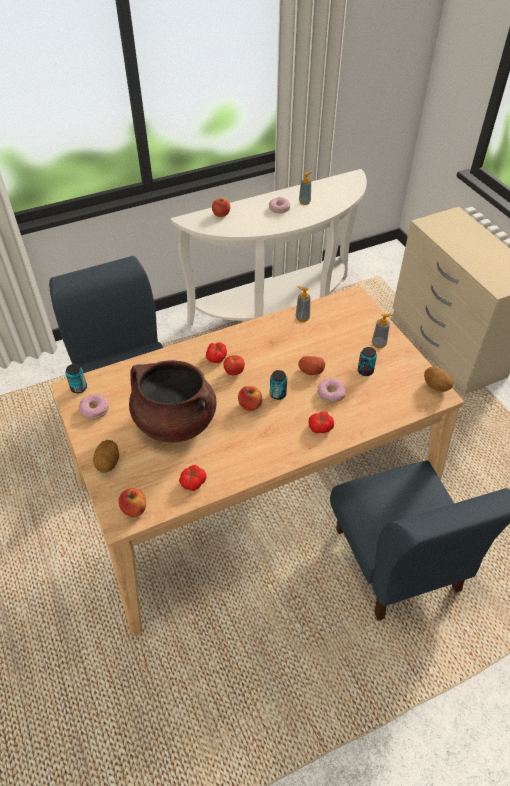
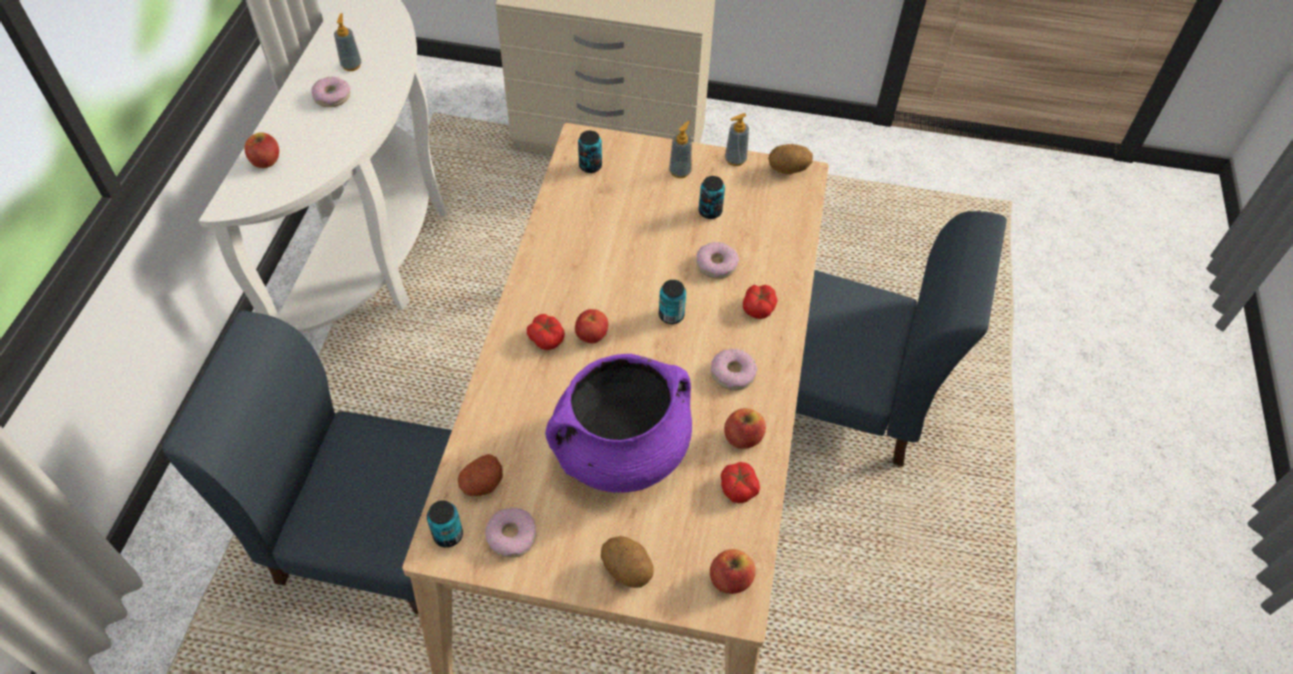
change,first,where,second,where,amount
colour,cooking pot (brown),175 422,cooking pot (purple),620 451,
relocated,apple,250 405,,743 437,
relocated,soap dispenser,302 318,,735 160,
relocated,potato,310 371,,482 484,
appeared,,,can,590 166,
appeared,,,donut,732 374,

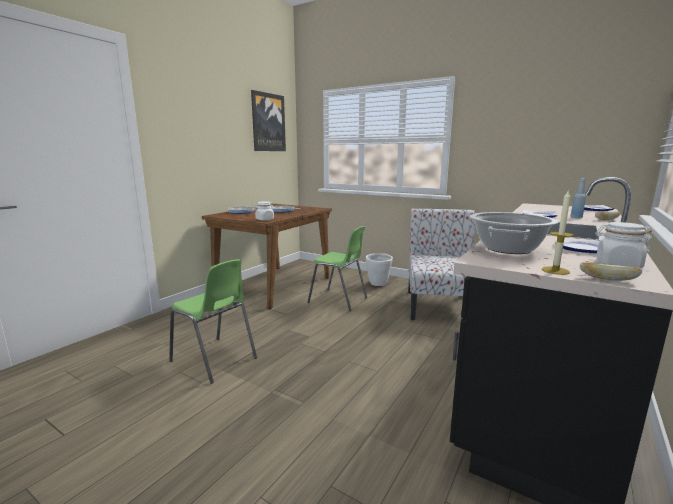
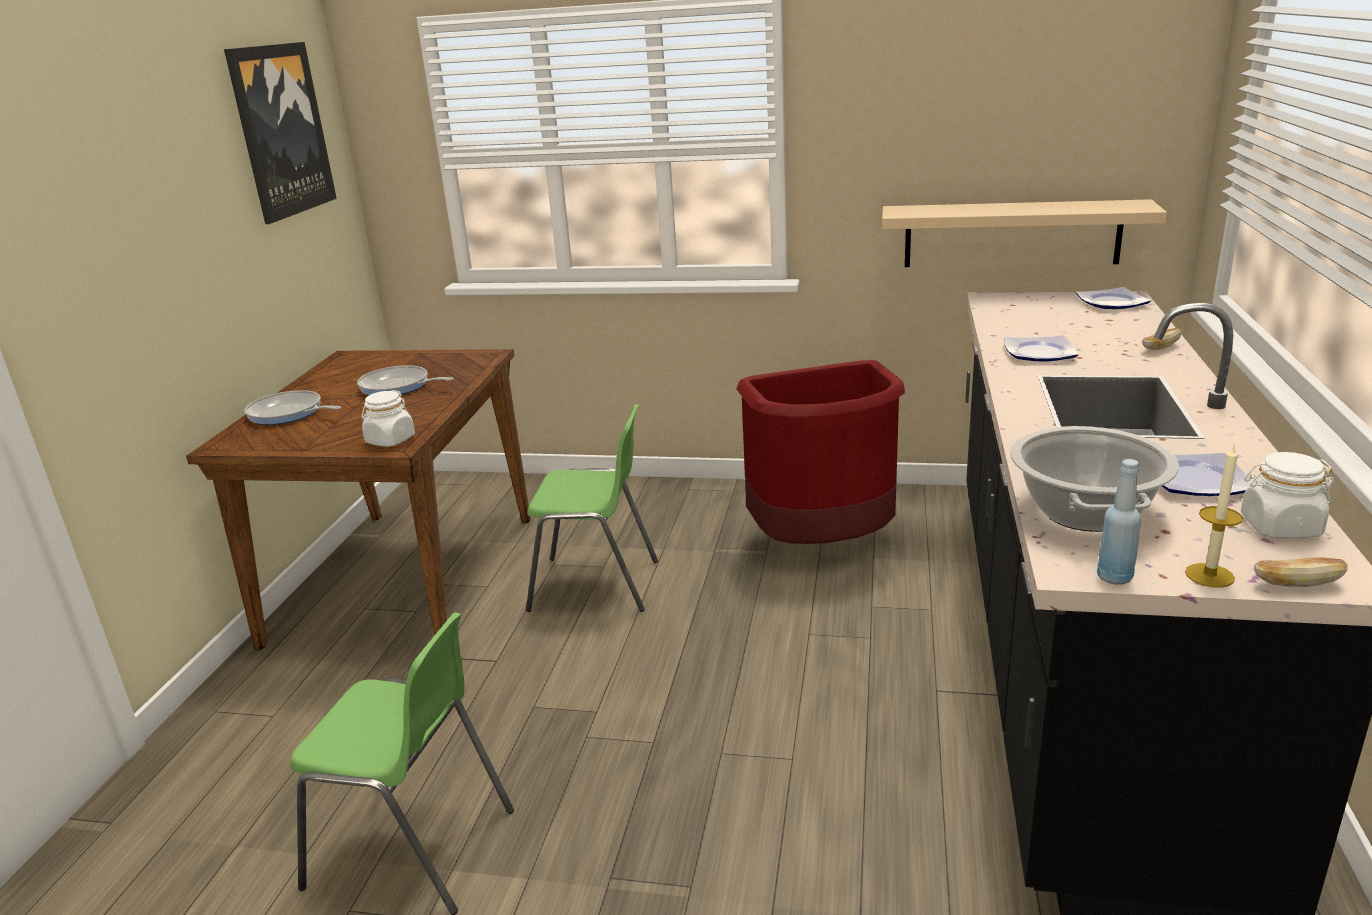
change,first,where,second,where,amount
missing,planter (white),378 284,,,
exchanged,chair,440 305,trash can (red),824 543,
relocated,bottle (blue),576 217,,1114 577,
appeared,,,shelf (beige),1011 234,

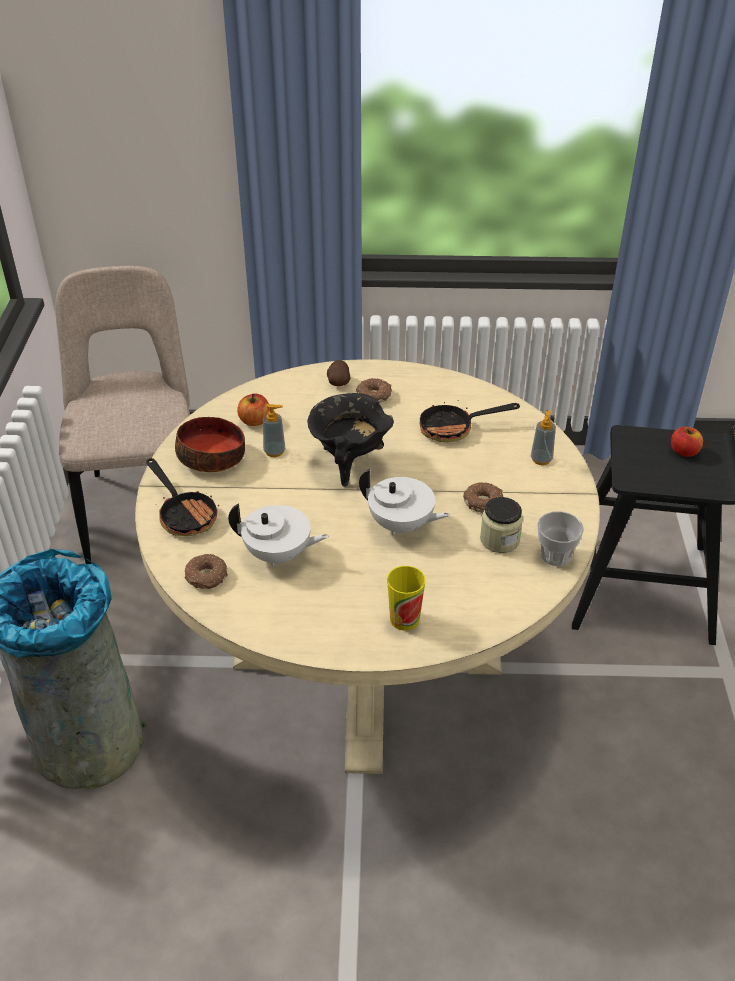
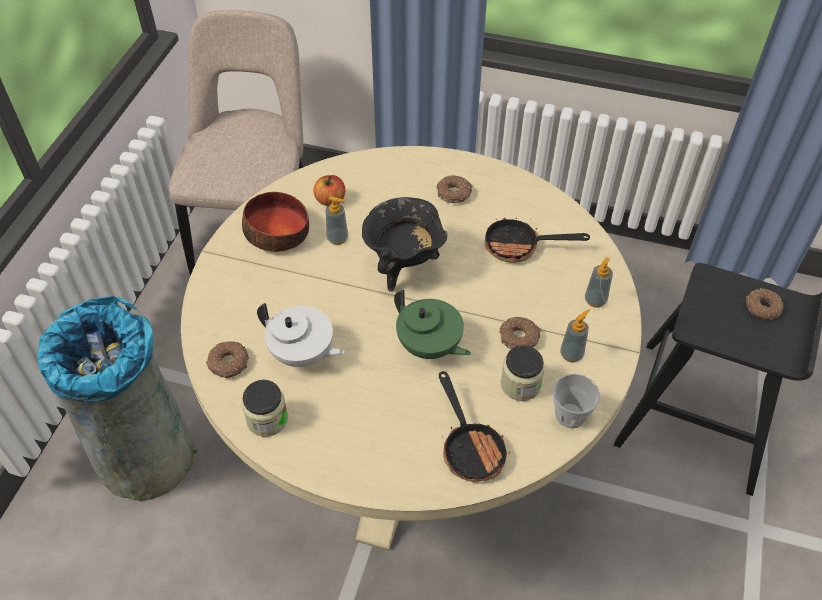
change,first,where,second,where,amount
relocated,frying pan,185 514,,470 447,
missing,potato,338 382,,,
colour,teapot (white),401 525,teapot (green),429 347,
missing,cup,404 619,,,
exchanged,apple,684 451,donut,762 308,
appeared,,,jar,267 419,
appeared,,,soap dispenser,571 354,

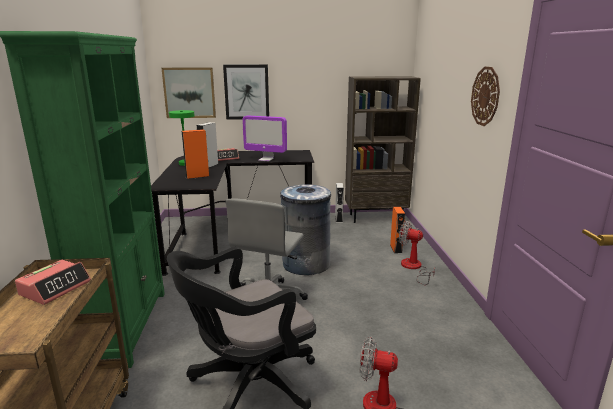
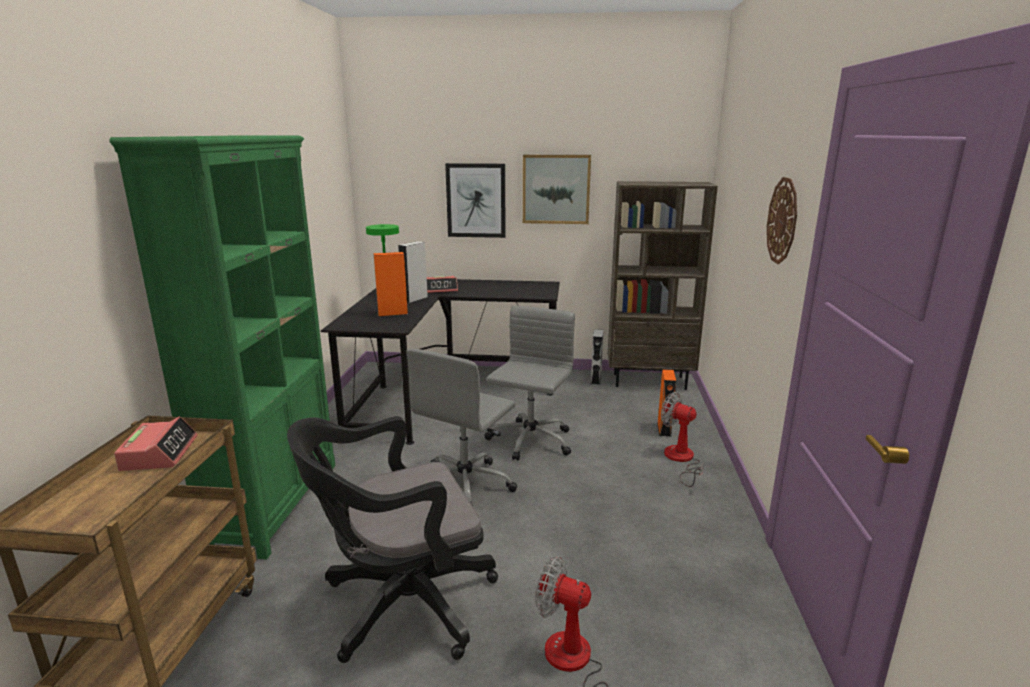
change,first,where,second,where,amount
spun,alarm clock,55 288,,159 453,45 degrees counterclockwise
relocated,picture,189 93,,556 189,
missing,monitor,266 159,,,
exchanged,trash can (grey),306 264,office chair (grey),529 441,

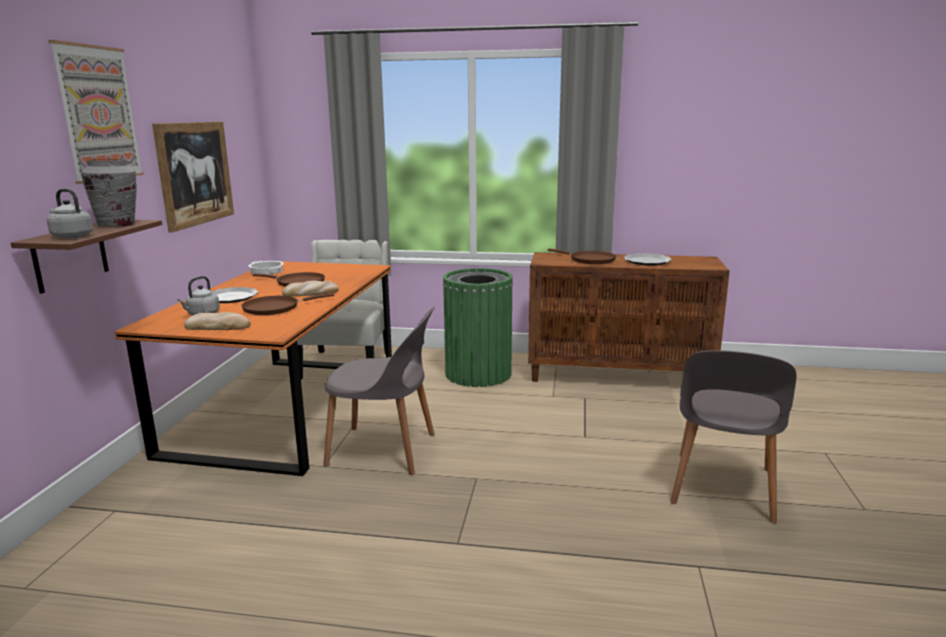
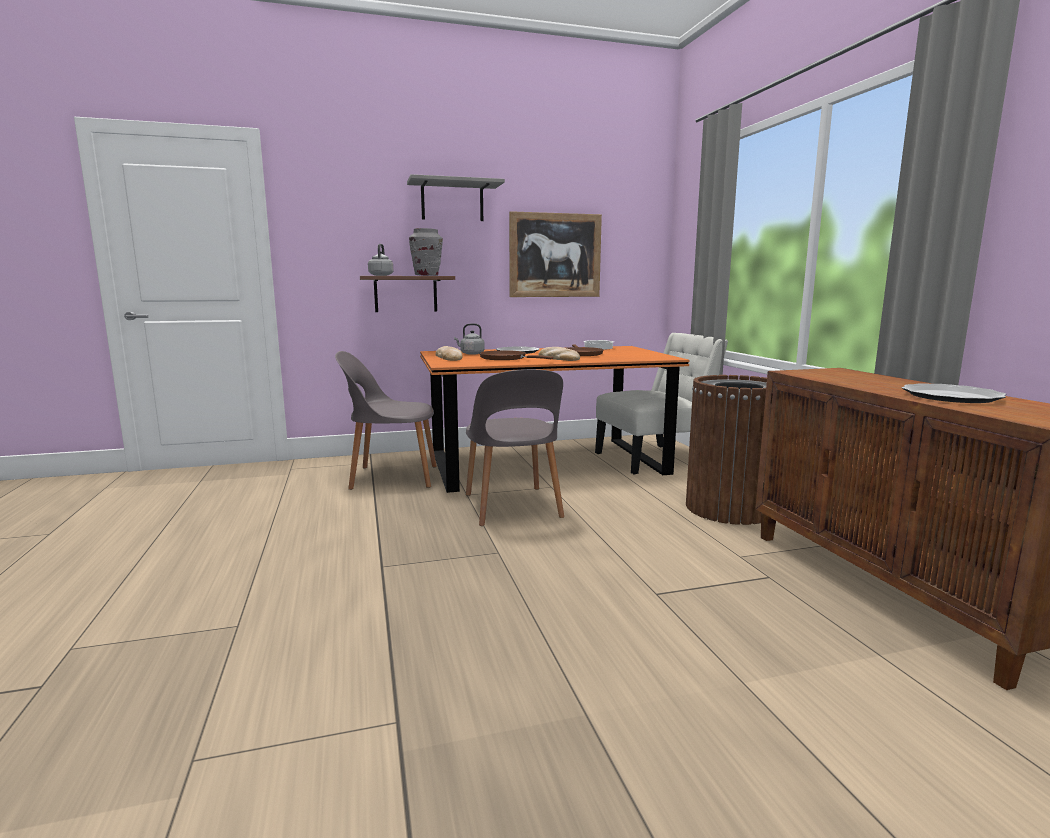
change,first,where,second,where,amount
exchanged,picture,98 113,shelf (grey),452 201,
colour,trash can (green),478 373,trash can (brown),729 508,
missing,frying pan (brown),589 260,,,
relocated,chair (grey),722 488,,391 477,

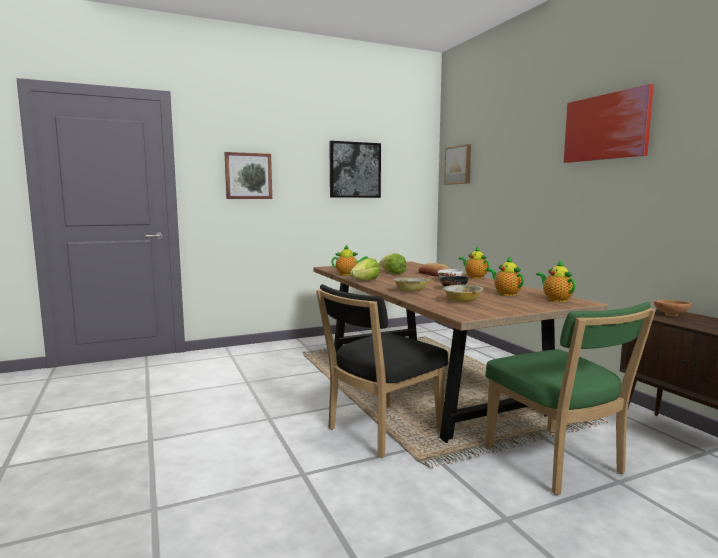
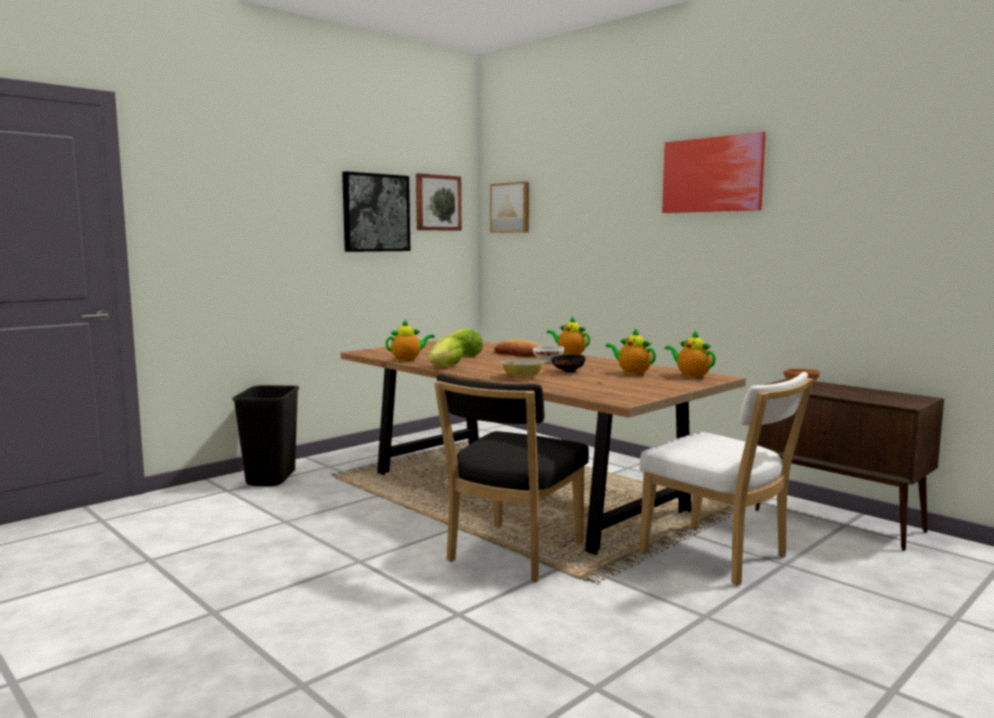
change,first,where,second,where,amount
relocated,picture,248 176,,437 203,
missing,bowl,462 301,,,
colour,chair (green),557 463,chair (white),719 557,
appeared,,,trash can (black),270 478,

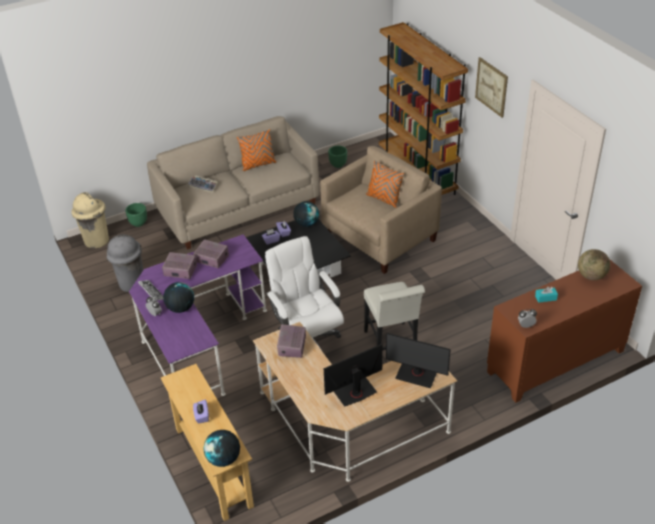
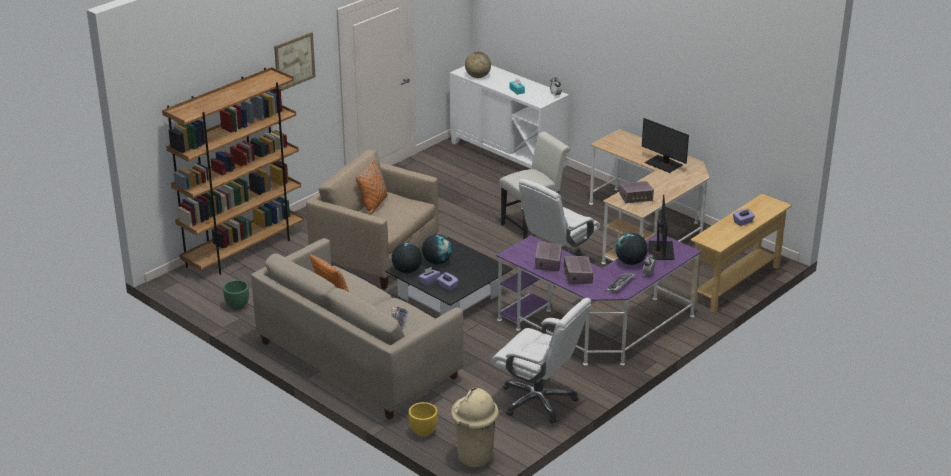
change,first,where,second,where,amount
exchanged,trash can (grey),131 283,office chair (white),539 401,
colour,planter (green),138 223,planter (yellow),423 432,
relocated,globe,224 459,,437 262,
relocated,monitor,416 374,,660 251,
colour,cabinet (brown),556 362,cabinet (white),508 154,

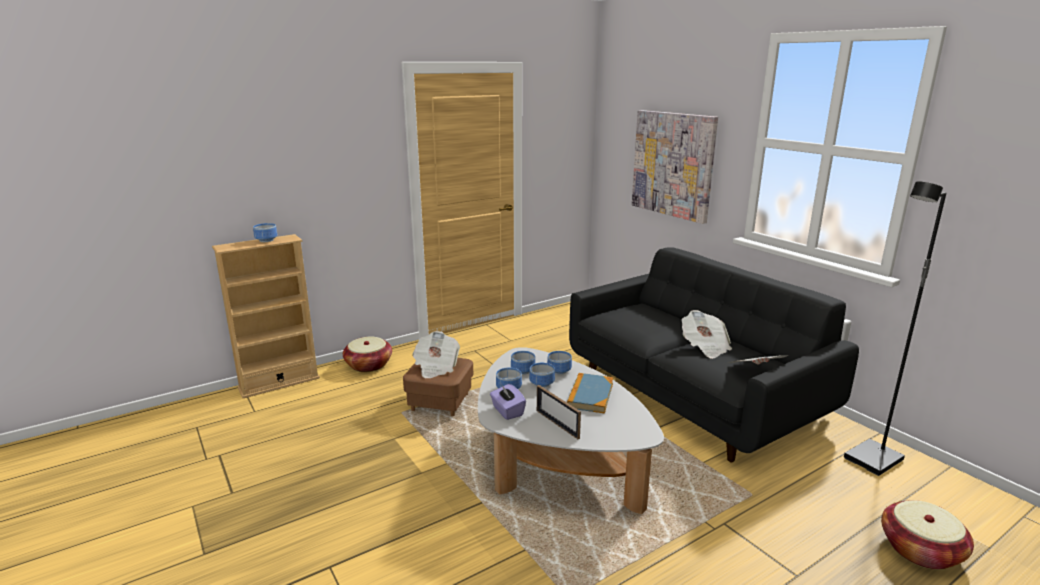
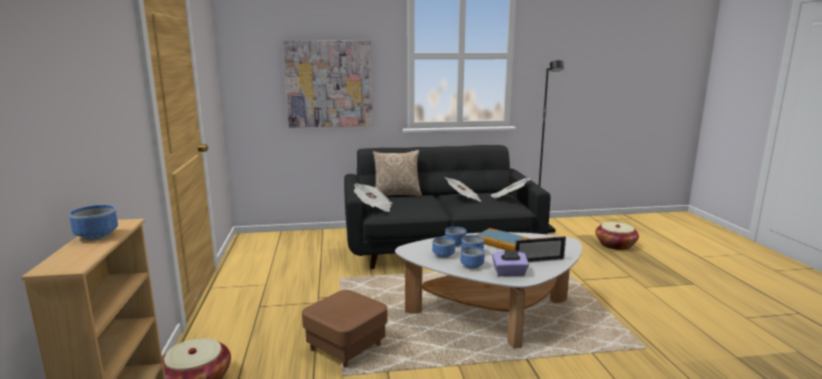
change,first,where,second,where,amount
relocated,newspaper,436 367,,374 207,
appeared,,,pillow,397 195,

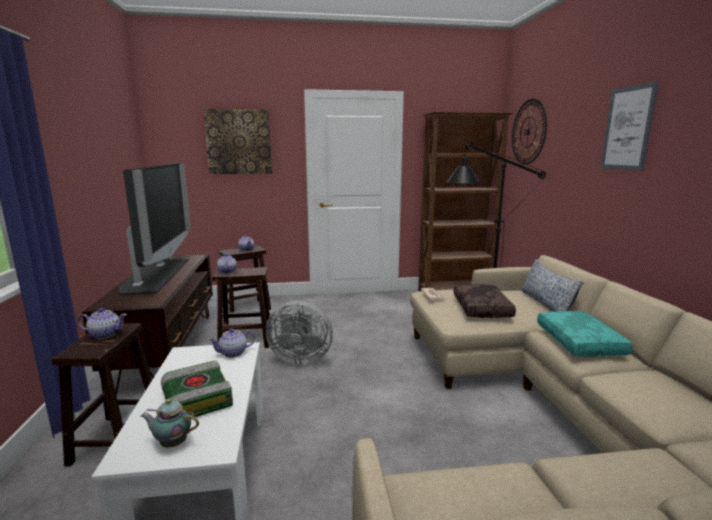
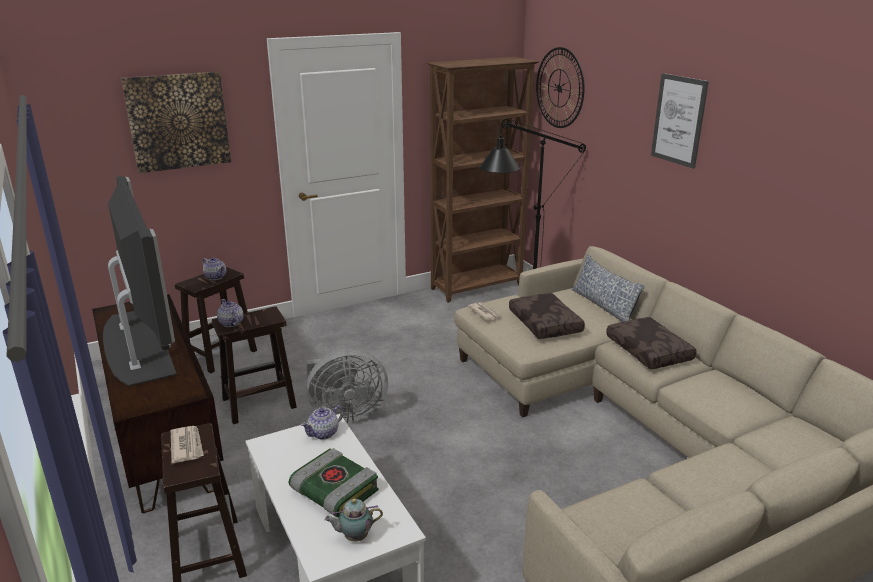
change,first,where,second,where,amount
exchanged,teapot,105 334,newspaper,187 446,
colour,pillow (turquoise),580 342,pillow (brown),650 351,

